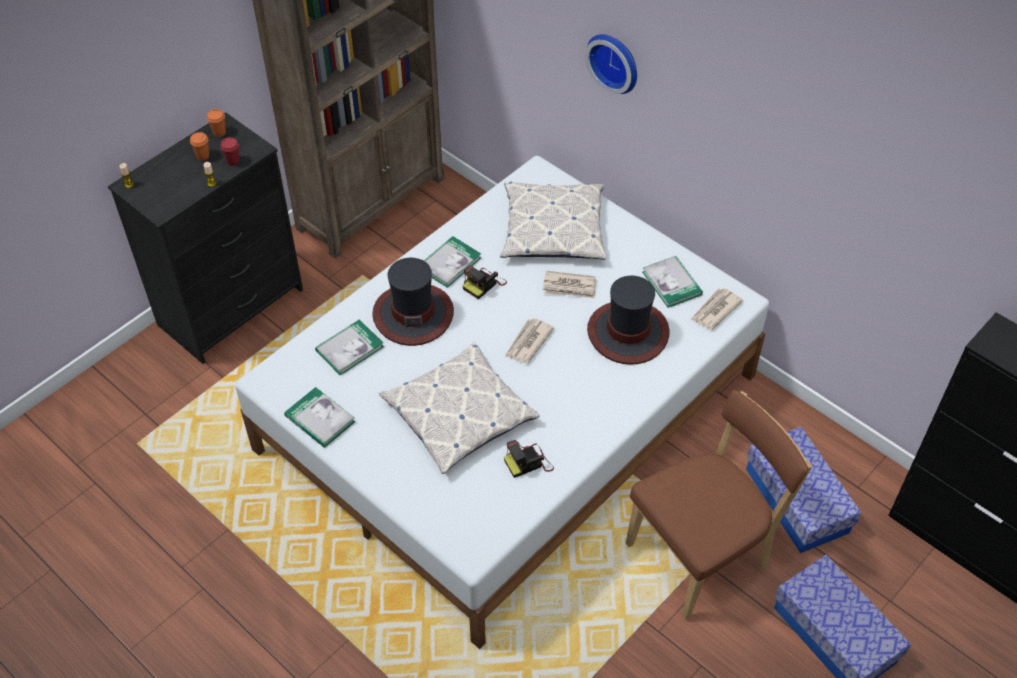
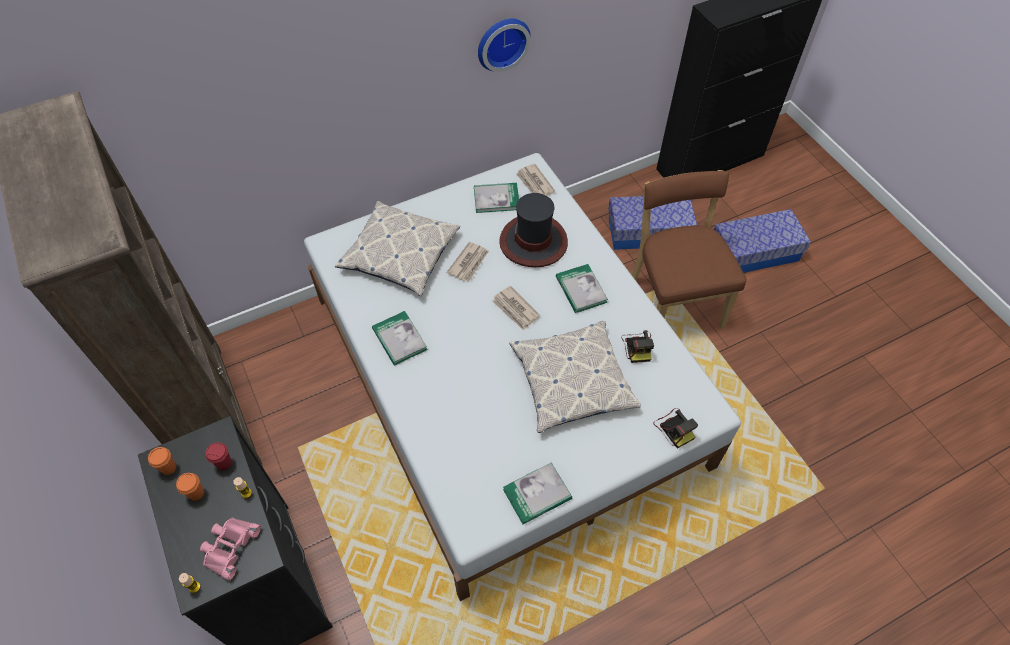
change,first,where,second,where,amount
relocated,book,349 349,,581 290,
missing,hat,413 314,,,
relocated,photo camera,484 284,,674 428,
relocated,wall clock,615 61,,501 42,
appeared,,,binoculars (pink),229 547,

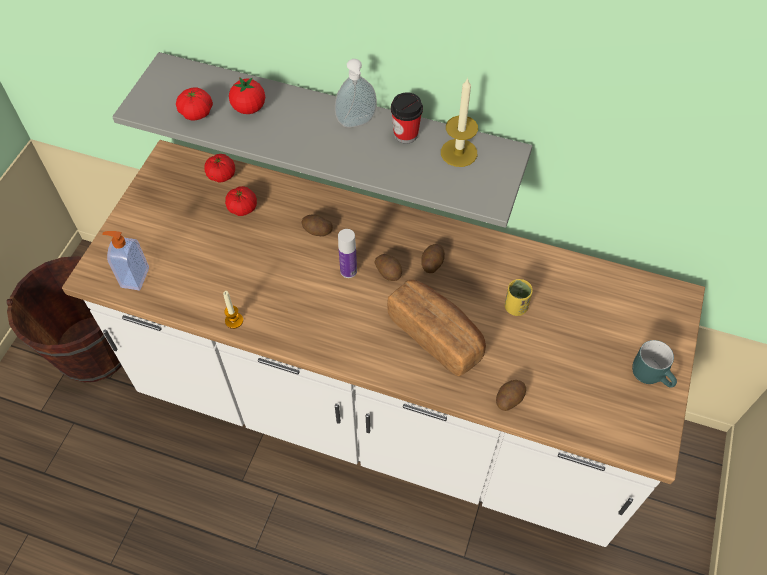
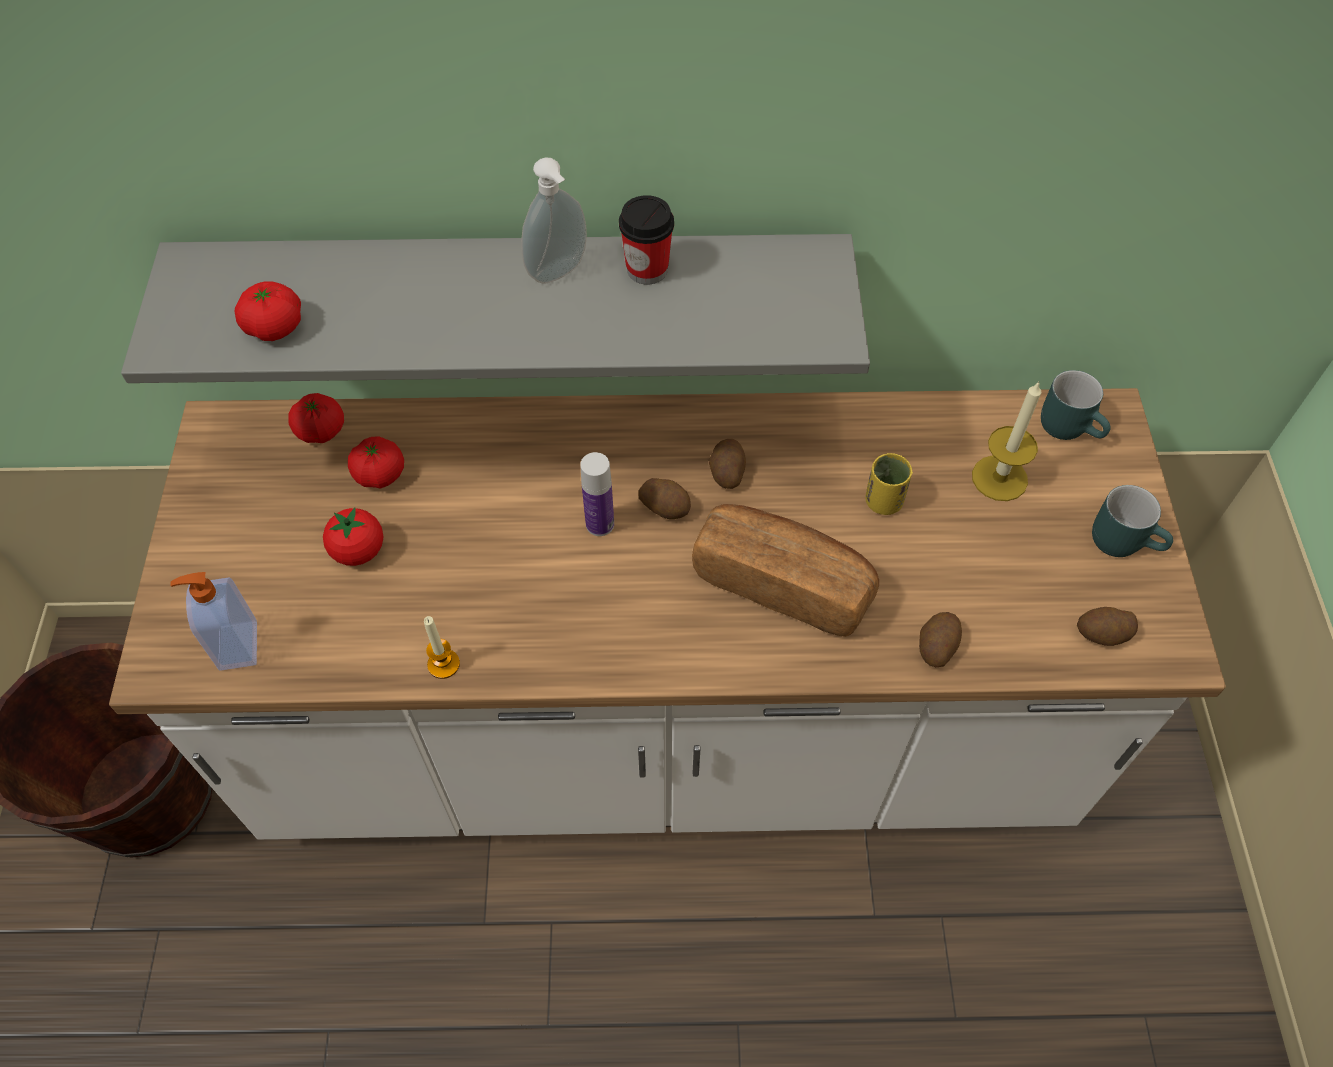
change,first,where,second,where,amount
relocated,tomato,249 108,,358 551,
relocated,potato,317 231,,1103 634,
relocated,candle,459 153,,999 478,
appeared,,,mug (turquoise),1071 426,

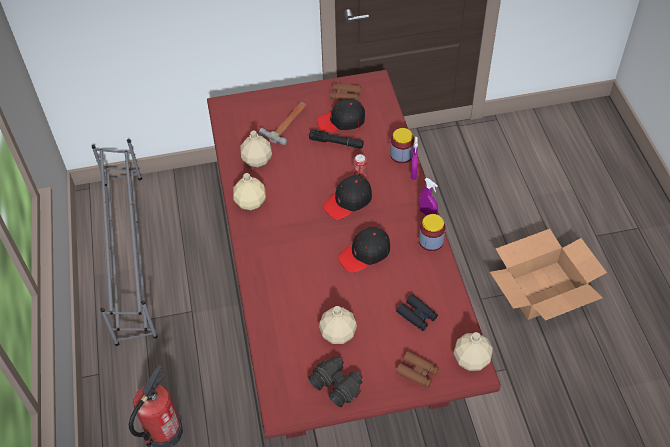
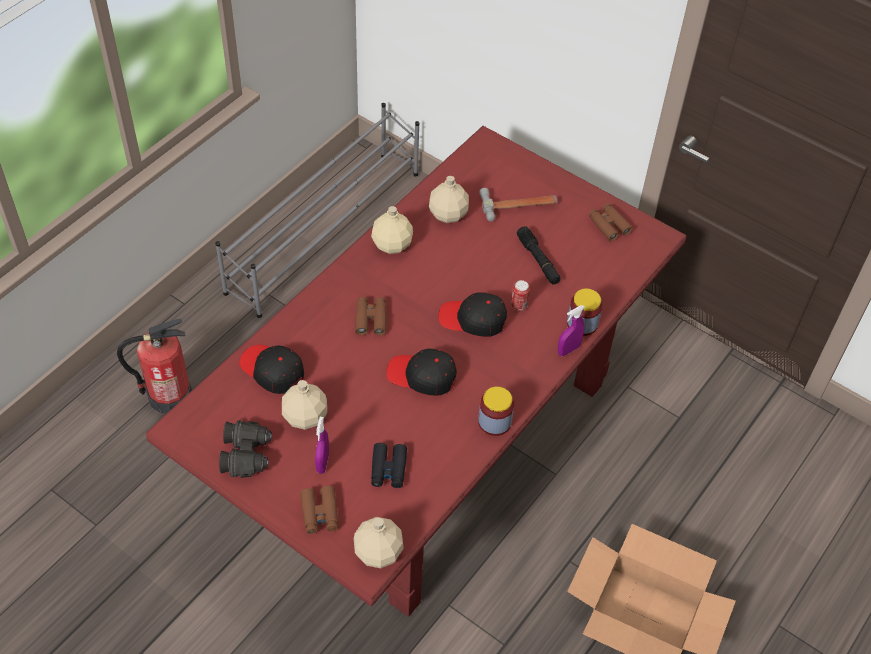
change,first,where,second,where,amount
relocated,cap (black),341 121,,272 371,
relocated,spray bottle (purple),427 214,,322 463,
appeared,,,binoculars (brown),370 319,

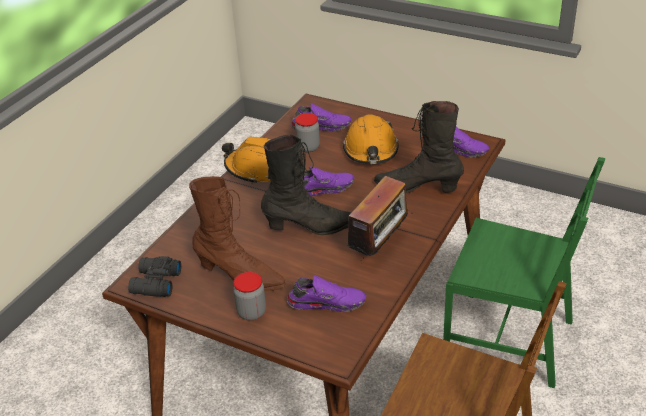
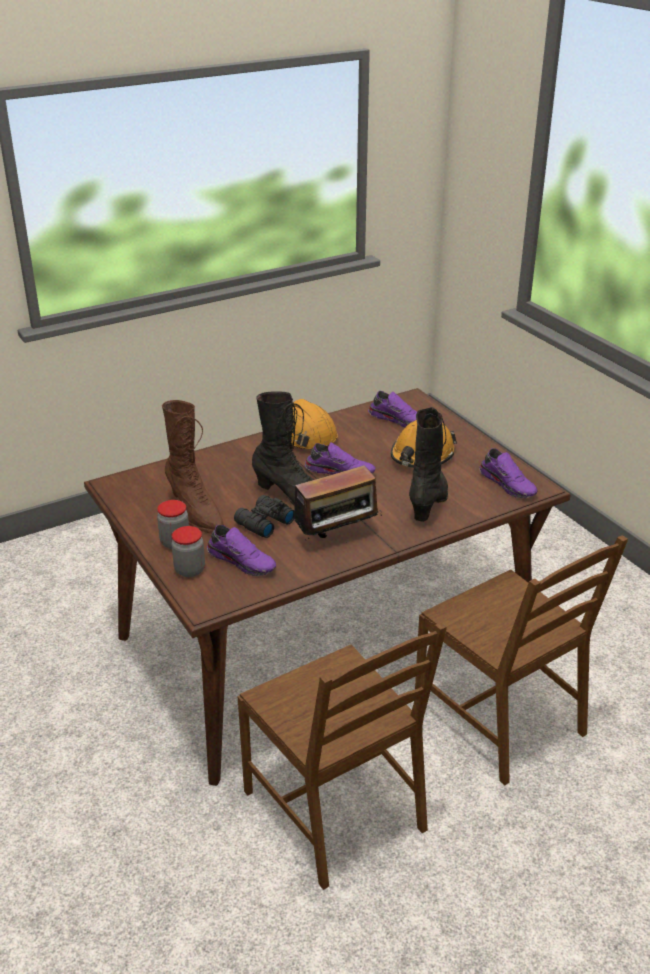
change,first,where,second,where,amount
relocated,binoculars (black),155 283,,263 523,
relocated,jar,308 147,,189 570,
spun,boot (black),417 188,,429 503,60 degrees clockwise
colour,chair (green),510 339,chair (brown),502 719,

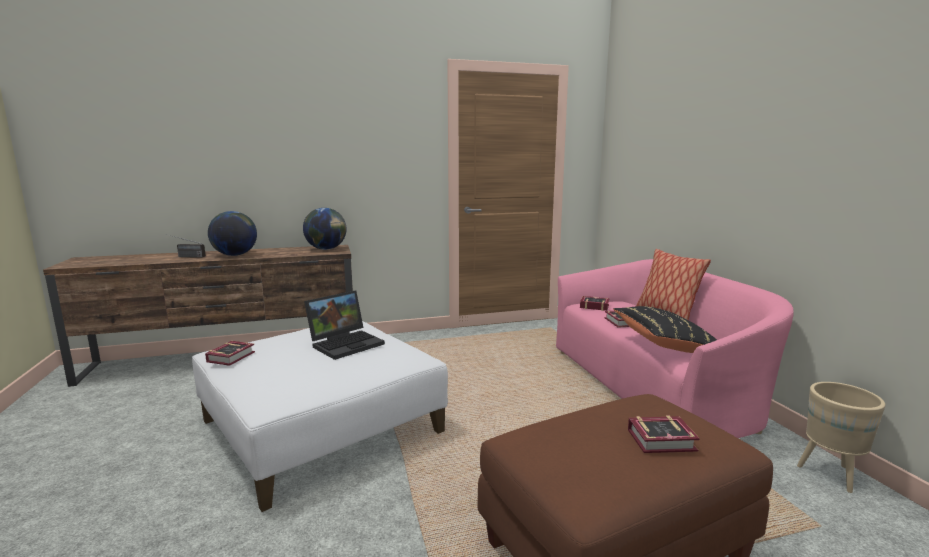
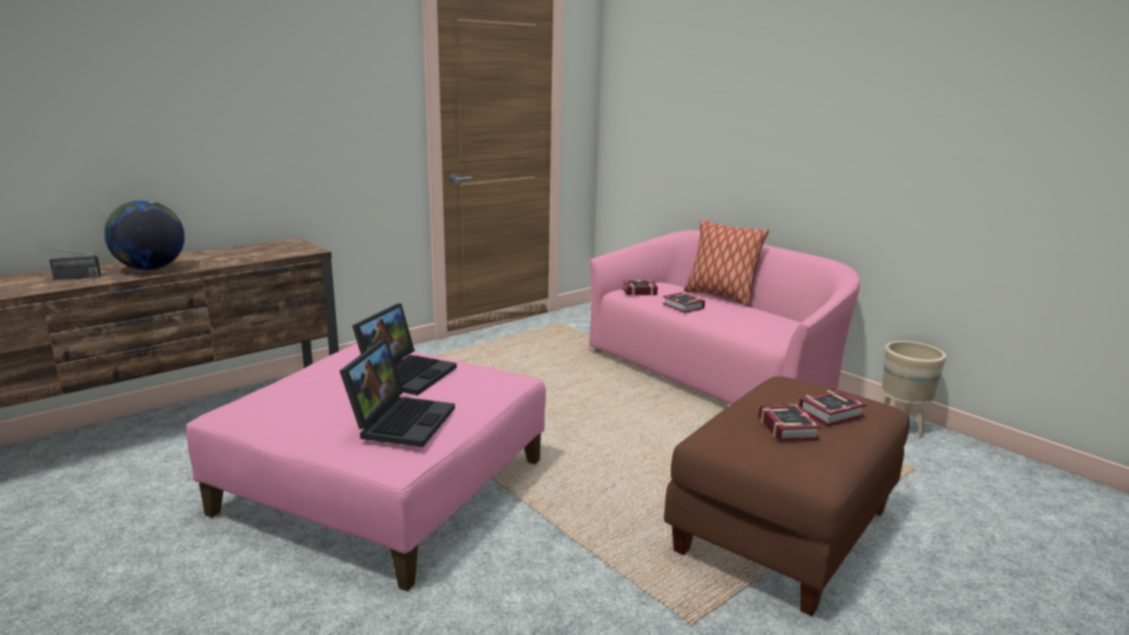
change,first,where,second,where,amount
colour,ottoman (white),322 426,ottoman (pink),385 486,
relocated,book,233 356,,788 427,
missing,globe,326 249,,,
missing,pillow (black),666 346,,,
appeared,,,laptop,400 420,

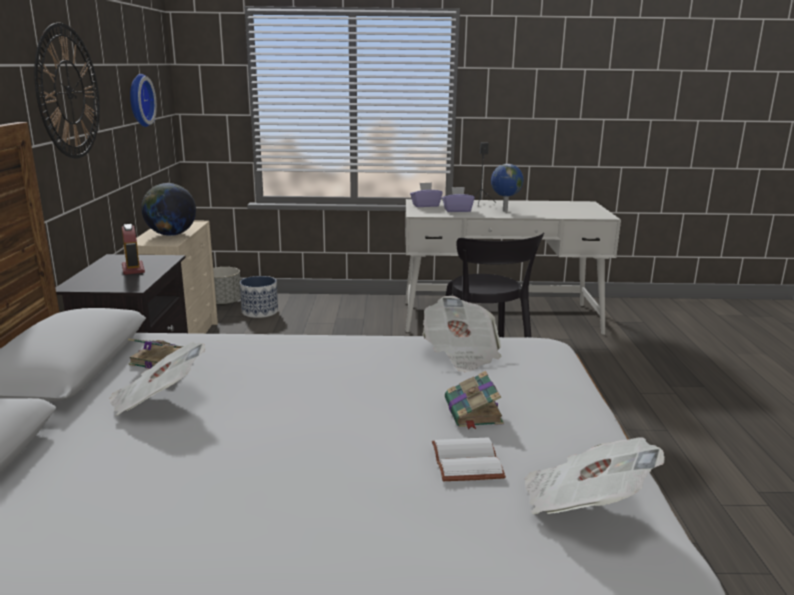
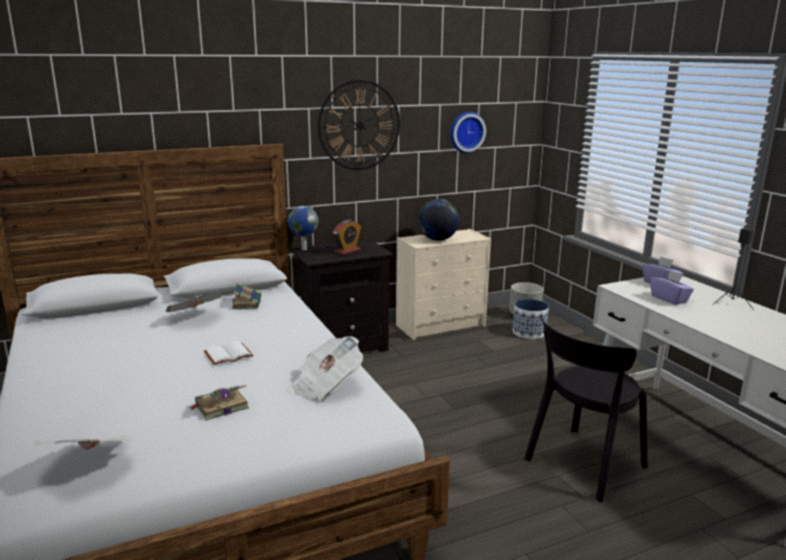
change,first,where,second,where,amount
relocated,book (white),464 461,,228 354,
relocated,globe,504 211,,303 249,

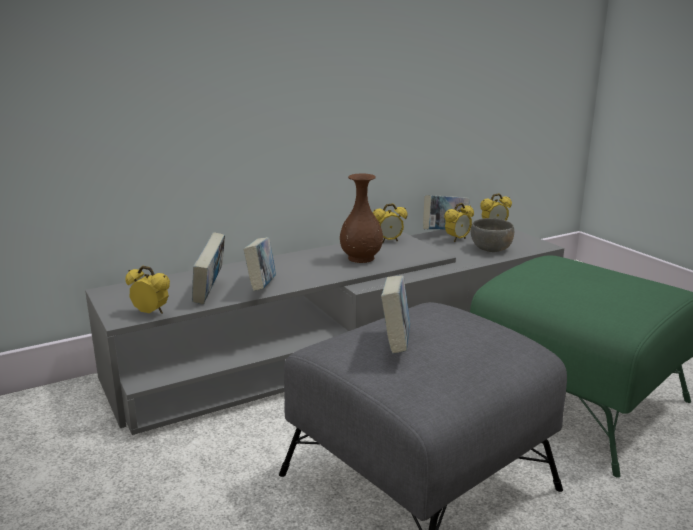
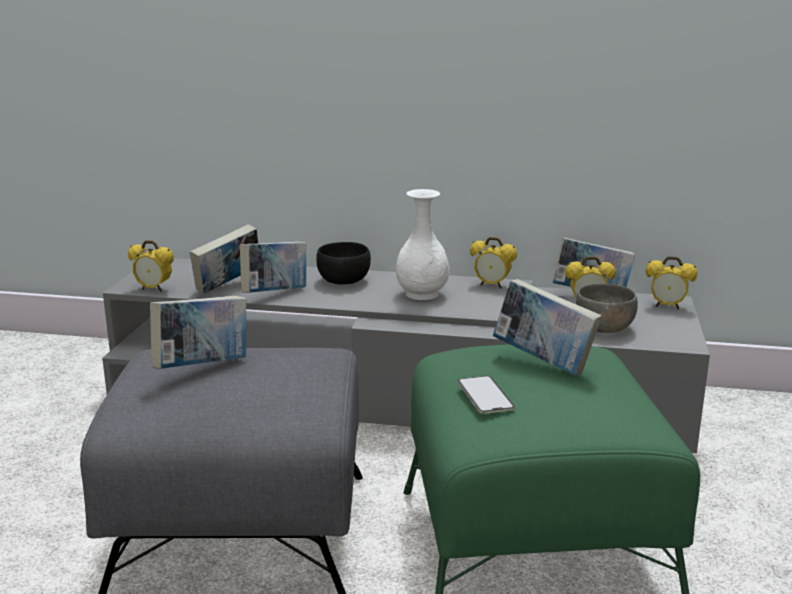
change,first,where,second,where,amount
spun,alarm clock,151 313,,154 289,135 degrees clockwise
colour,vase (brown),361 258,vase (white),422 294,
appeared,,,bowl (black),344 280,
appeared,,,phone,485 395,
appeared,,,book,543 363,

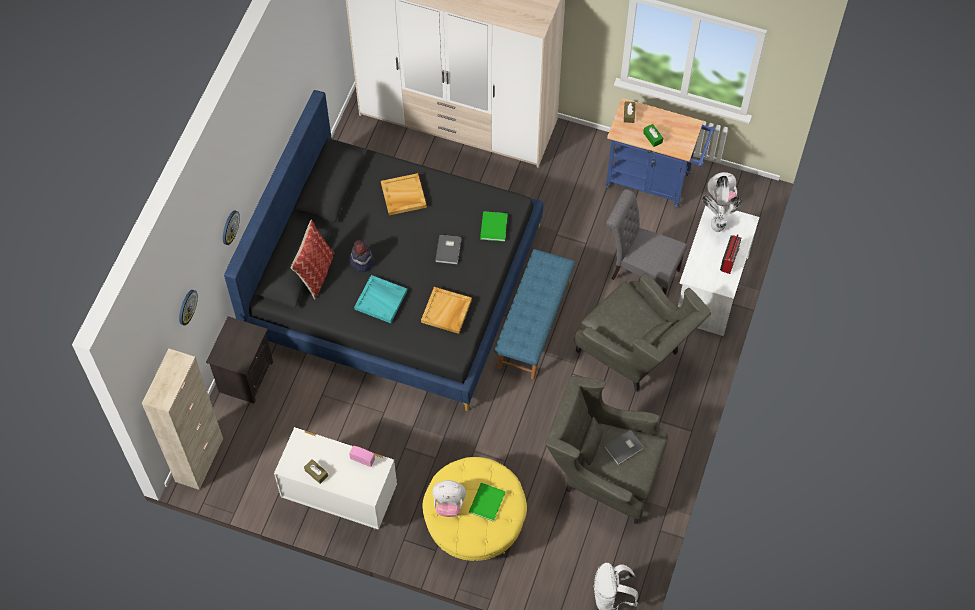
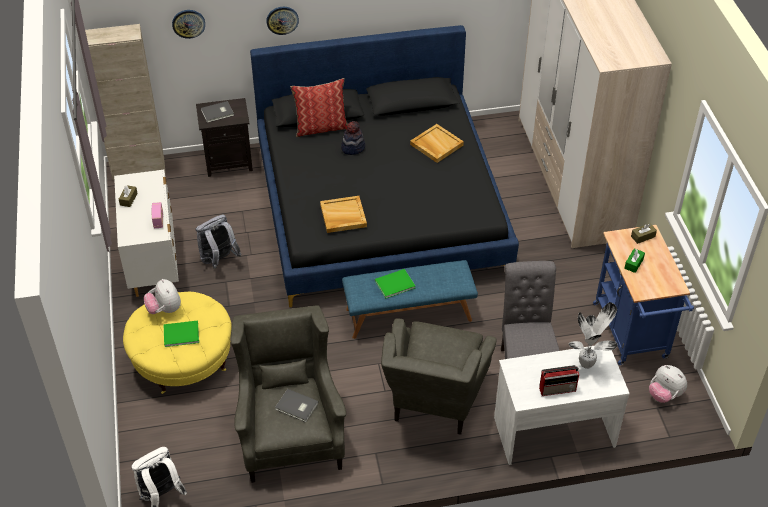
change,first,where,second,where,amount
missing,tray (turquoise),381 300,,,
relocated,book (grey),449 250,,218 113,
relocated,book (green),493 228,,393 284,
appeared,,,backpack (grey),218 260,

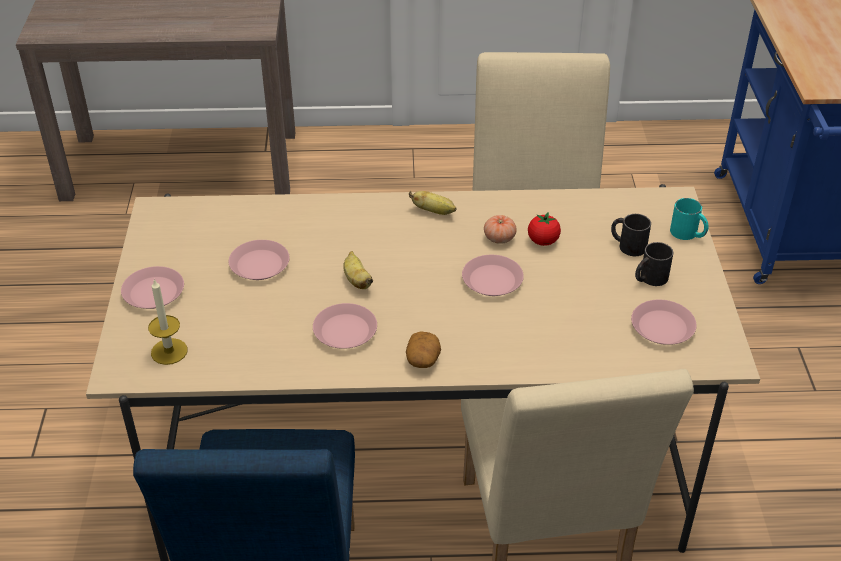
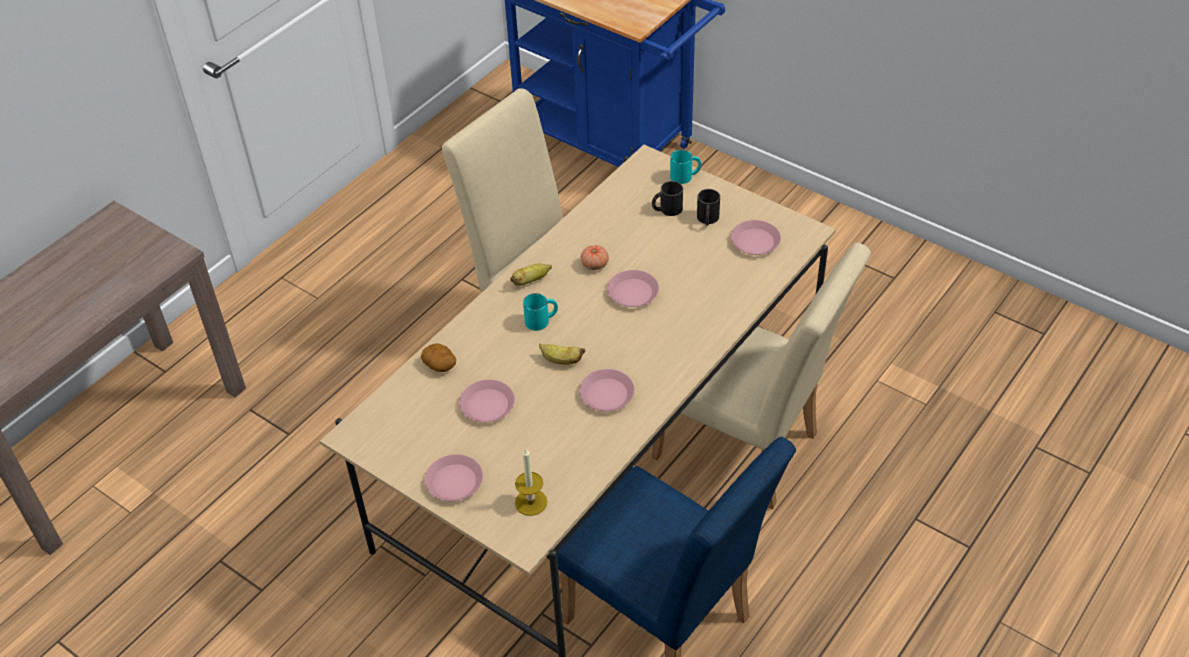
change,first,where,second,where,amount
relocated,potato,423 359,,440 365,
missing,tomato,543 241,,,
appeared,,,mug (turquoise),541 320,

